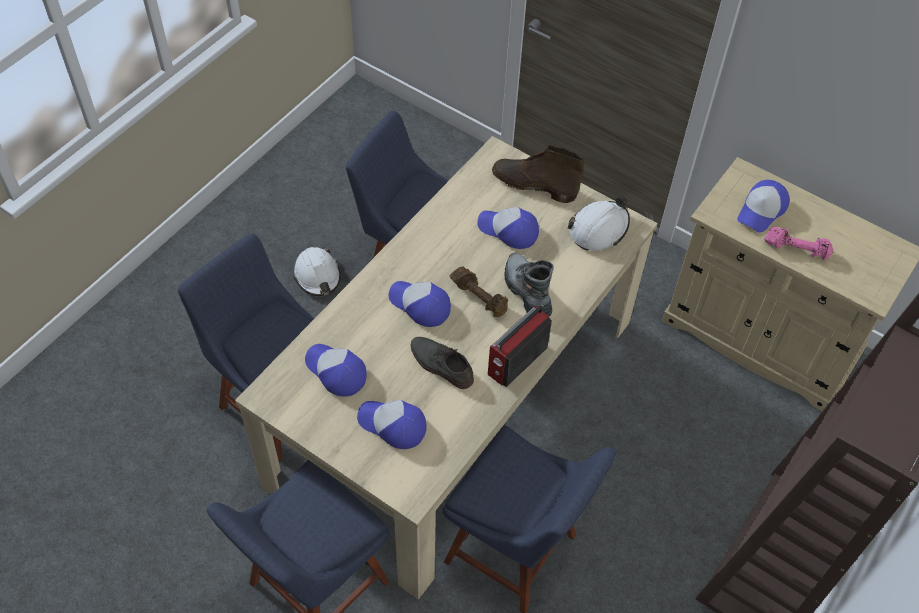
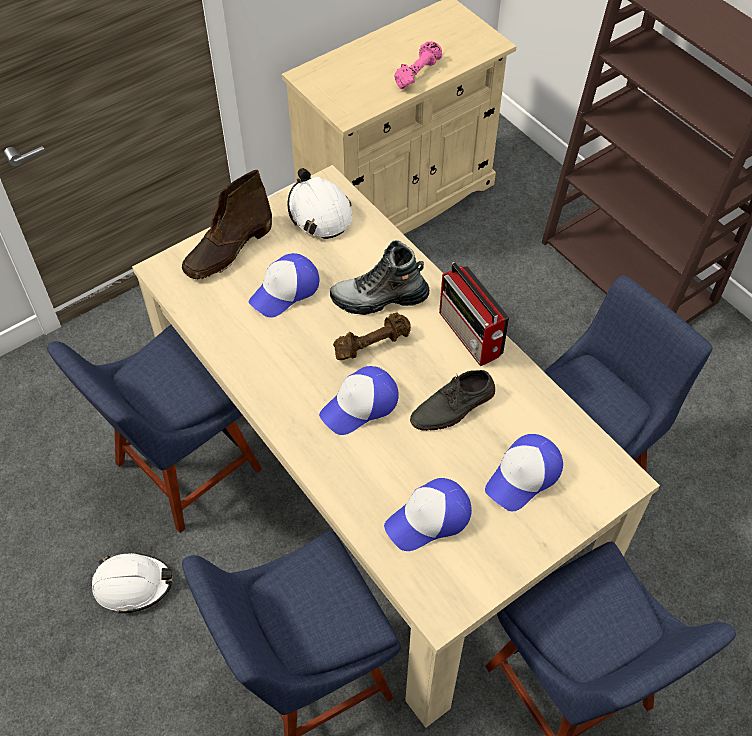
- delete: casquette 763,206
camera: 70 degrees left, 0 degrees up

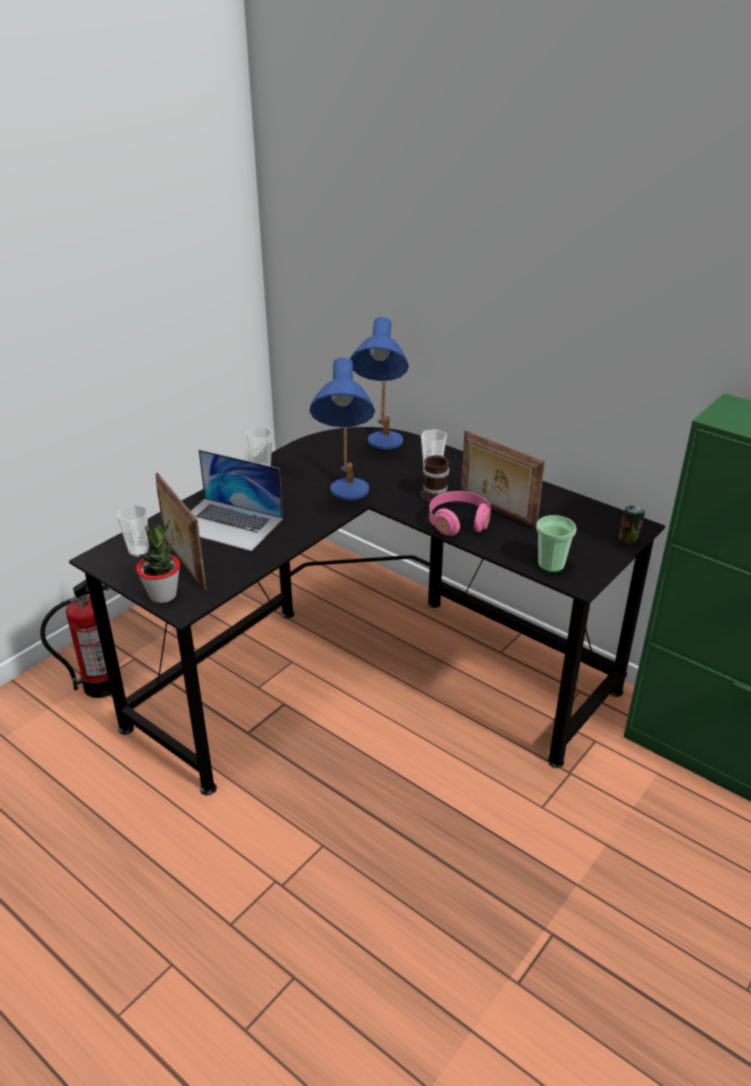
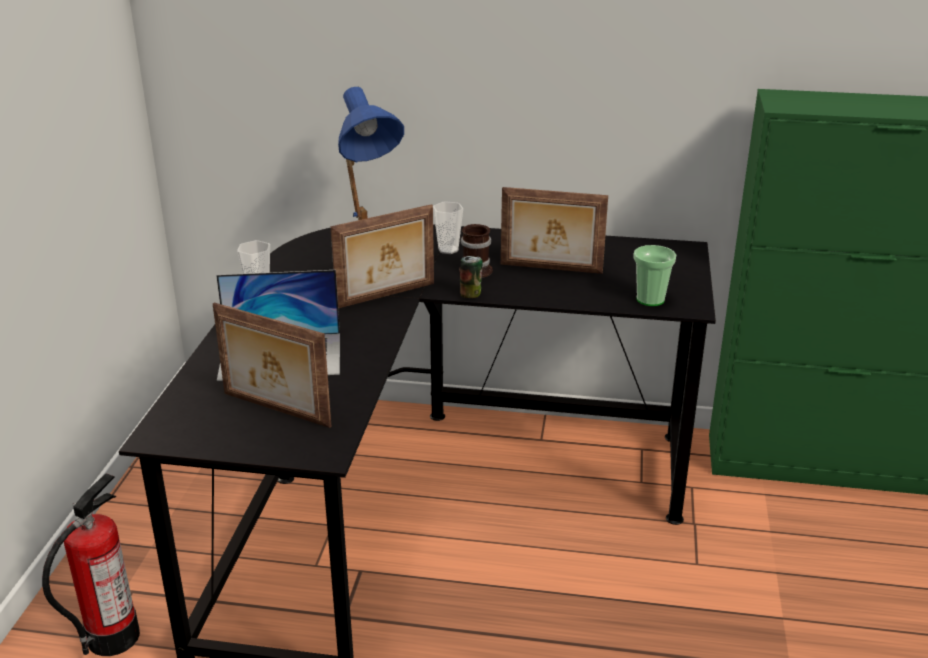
- delete: tasse 133,530
- delete: plante en pot 158,561
- delete: casque audio (rose) 460,513
- move: boîte métallique 632,524 to 471,277
- replace: lampe de table (bleu) 342,429 to cadre photo 382,256
camera: 30 degrees left, 5 degrees down

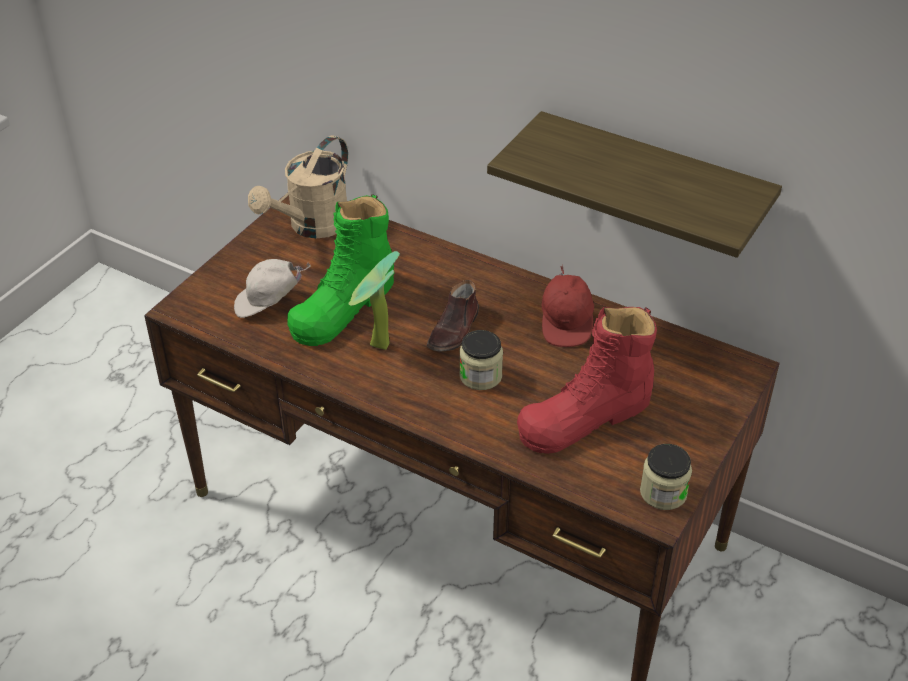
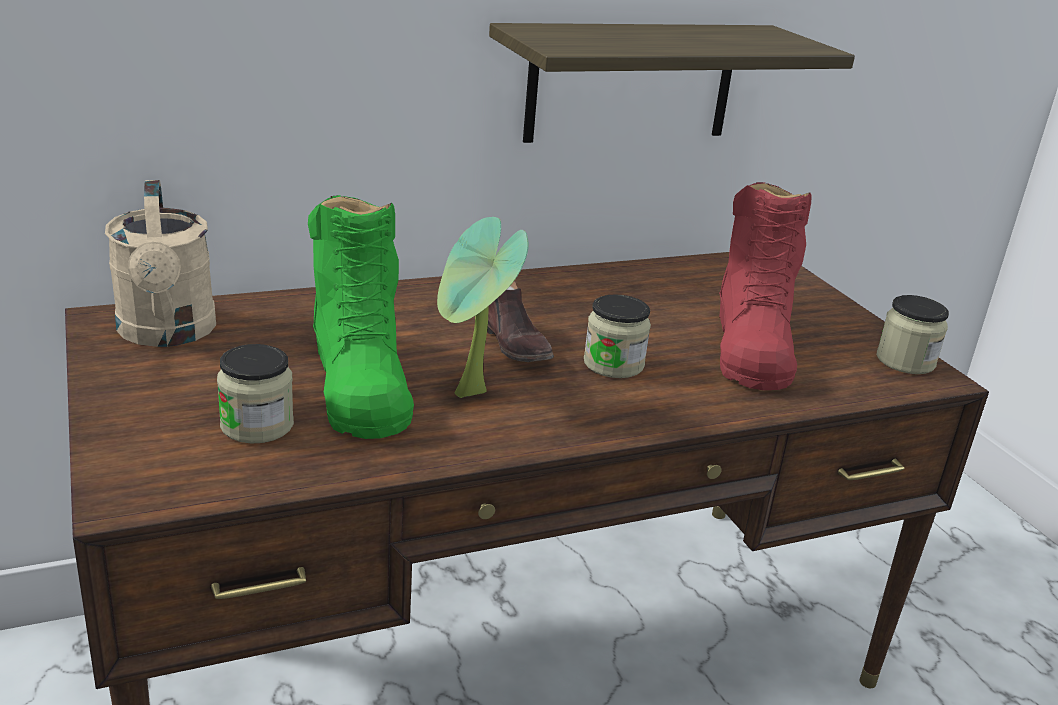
- delete: casquette (rouge) 568,306
- replace: casquette (blanc) 272,288 to bocal 255,393
camera: 55 degrees left, 15 degrees down

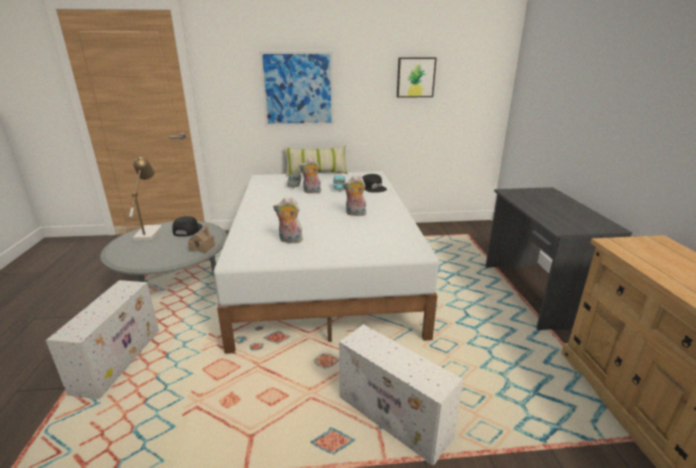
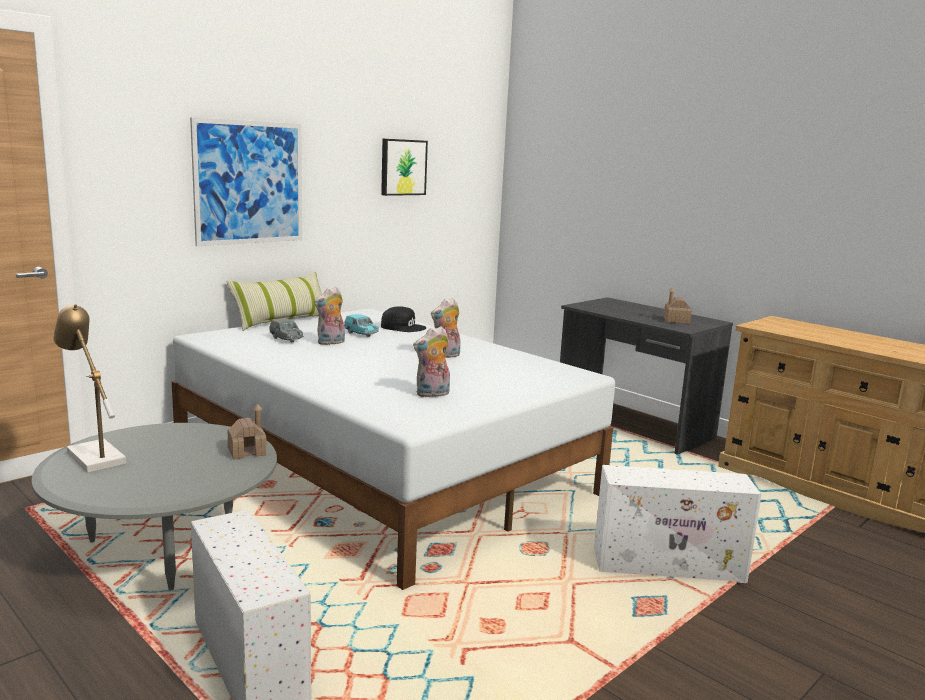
- delete: casquette (noir) 187,226
- insert: maison miniature 677,305
camera: 40 degrees left, 10 degrees down

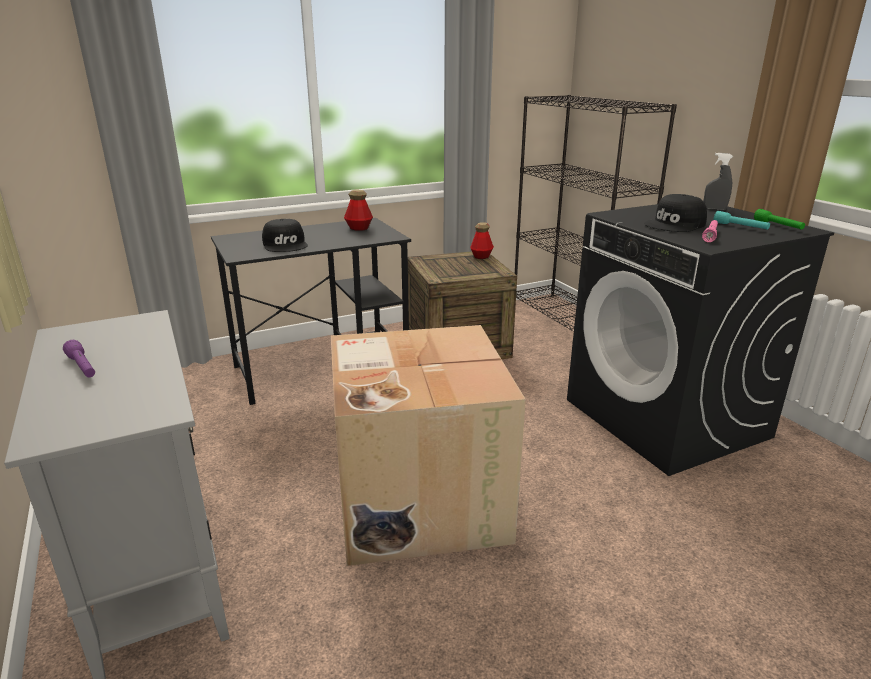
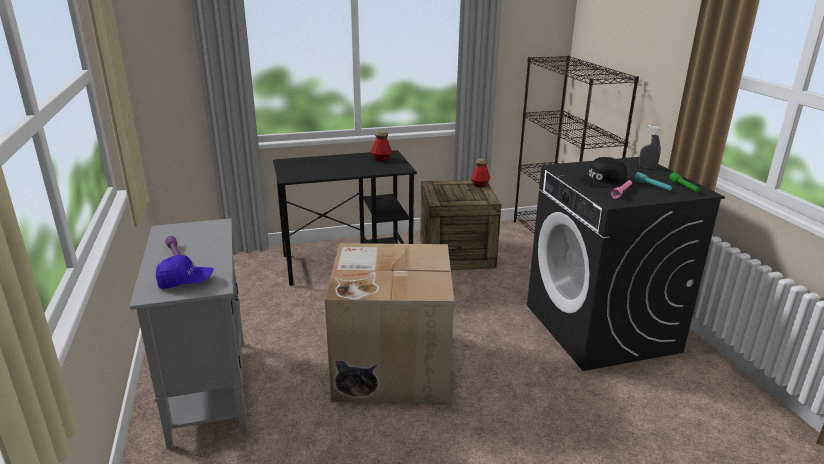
- delete: casquette (noir) 285,235
- insert: casquette (bleu) 185,272
camera: 10 degrees right, 0 degrees up

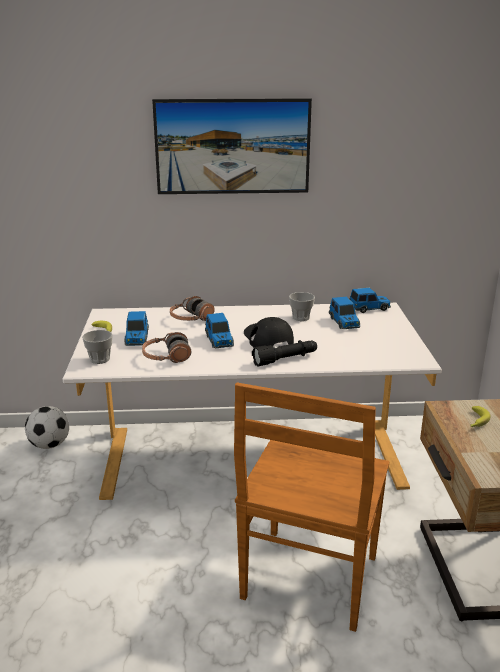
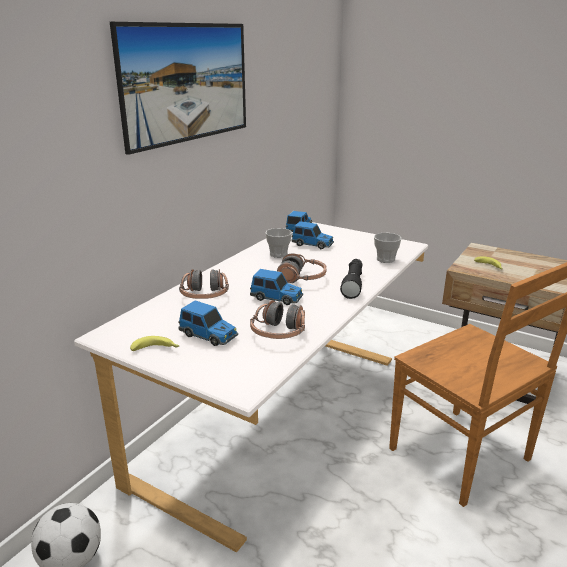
- move: tasse 97,347 to 388,248
- replace: casquette (noir) 269,332 to casque audio 302,268
camera: 55 degrees left, 0 degrees up

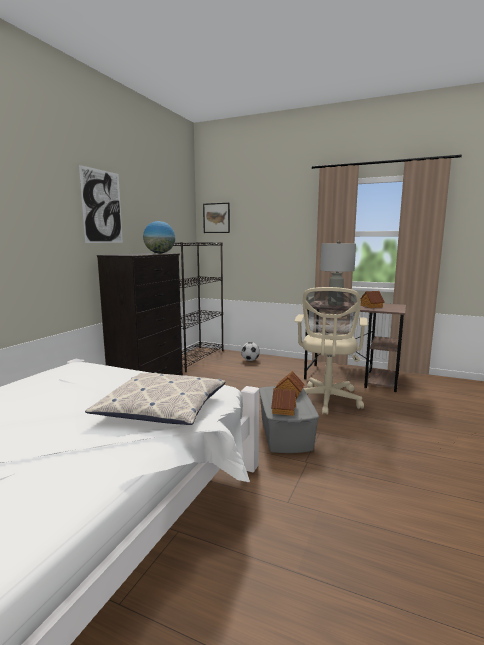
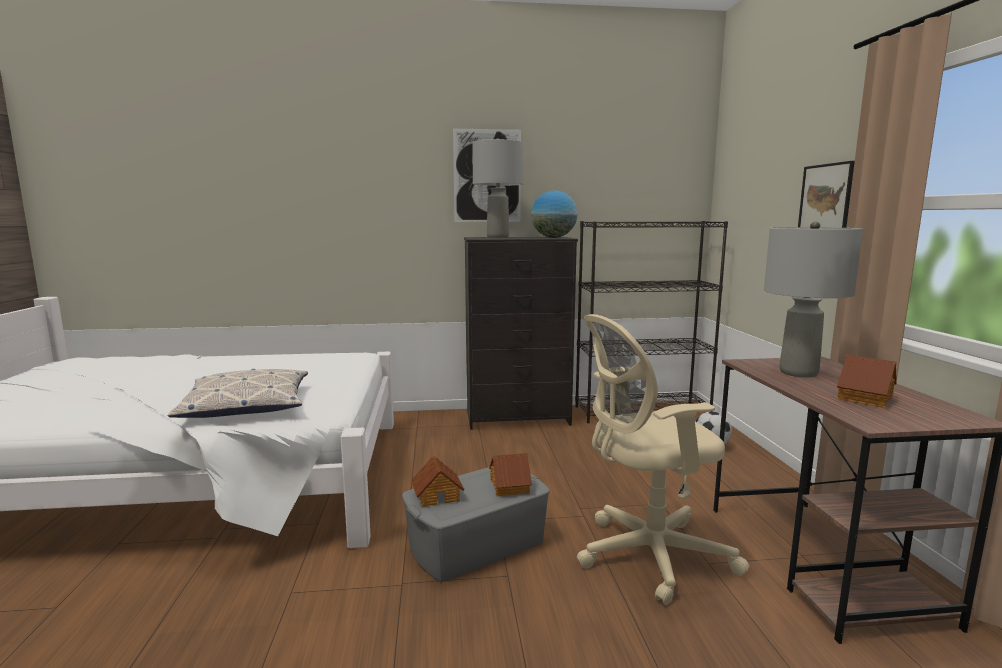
- insert: lampe de table (gris) 497,188
- move: tableau 216,218 to 826,194
camera: 60 degrees right, 0 degrees up

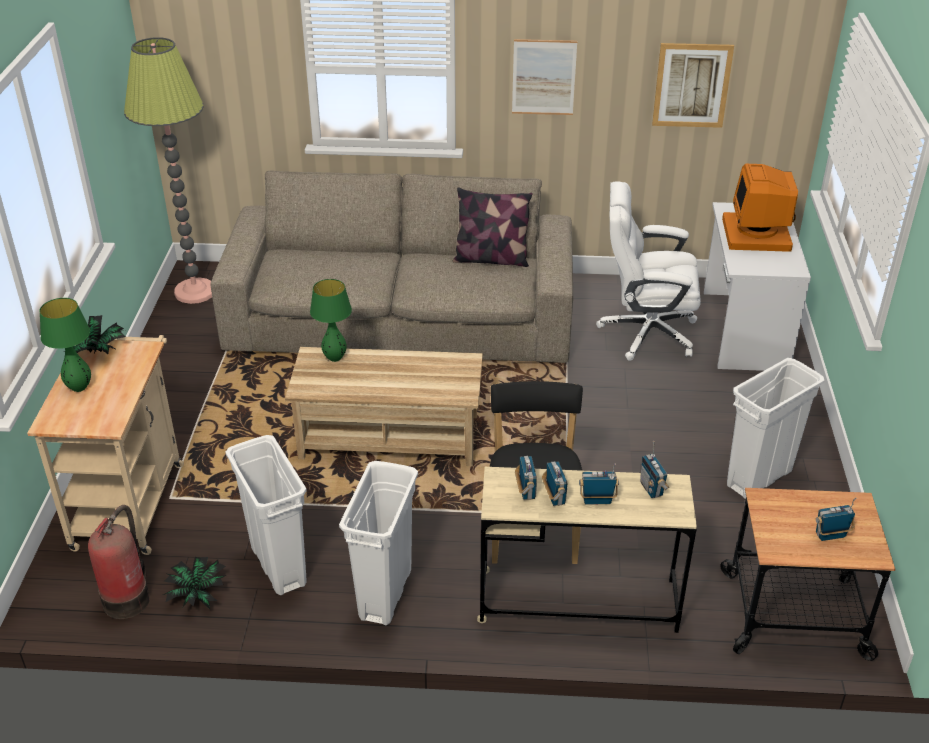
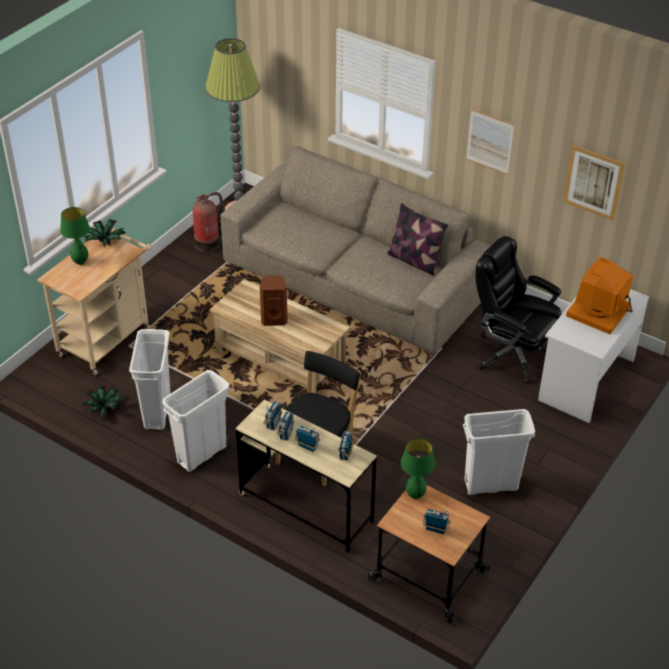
- insert: enceinte (marron) 274,300
- move: extincteur 119,562 to 208,222
- move: lampe de table (vert) 331,320 to 418,468
- recolor: chaise de bureau (blanc) 648,271 to chaise de bureau (noir) 518,310
camera: 30 degrees right, 5 degrees up

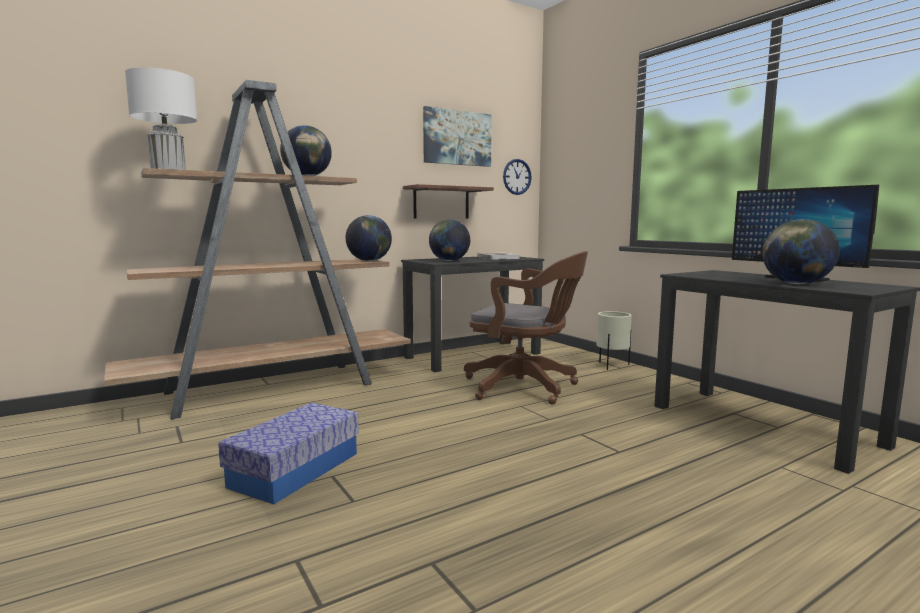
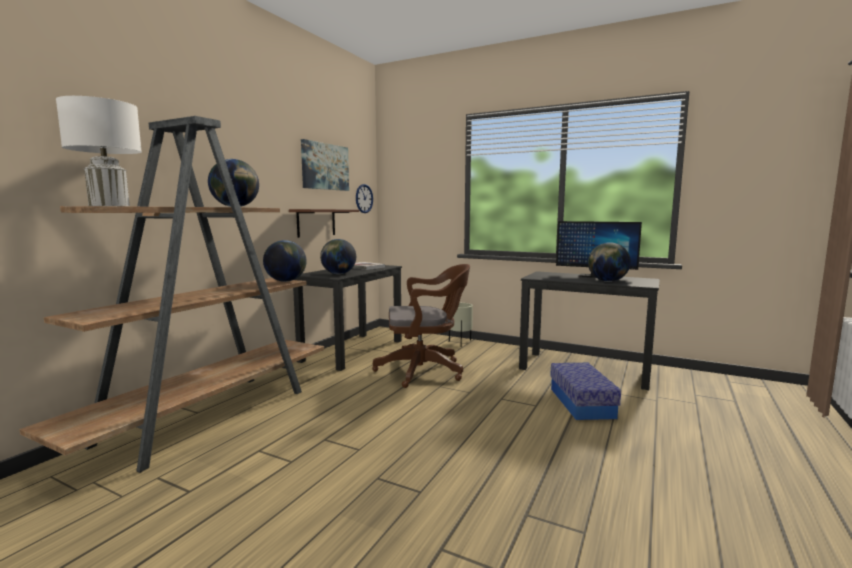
- move: boîte de rangement 288,453 to 585,391
camera: 30 degrees left, 0 degrees up

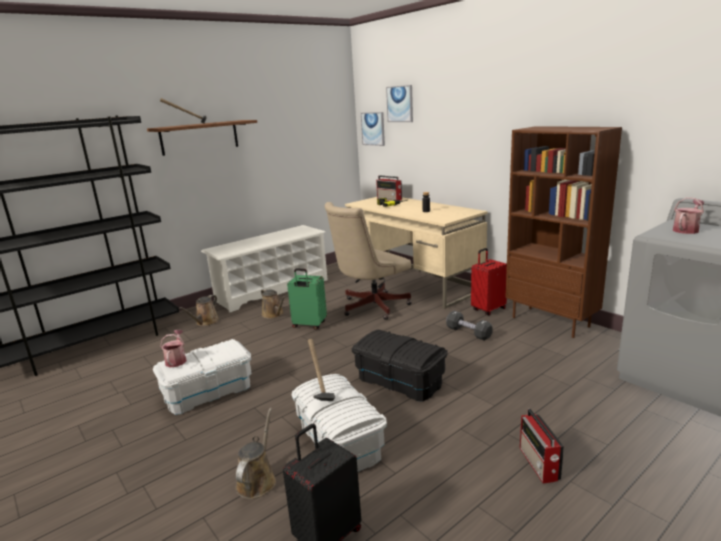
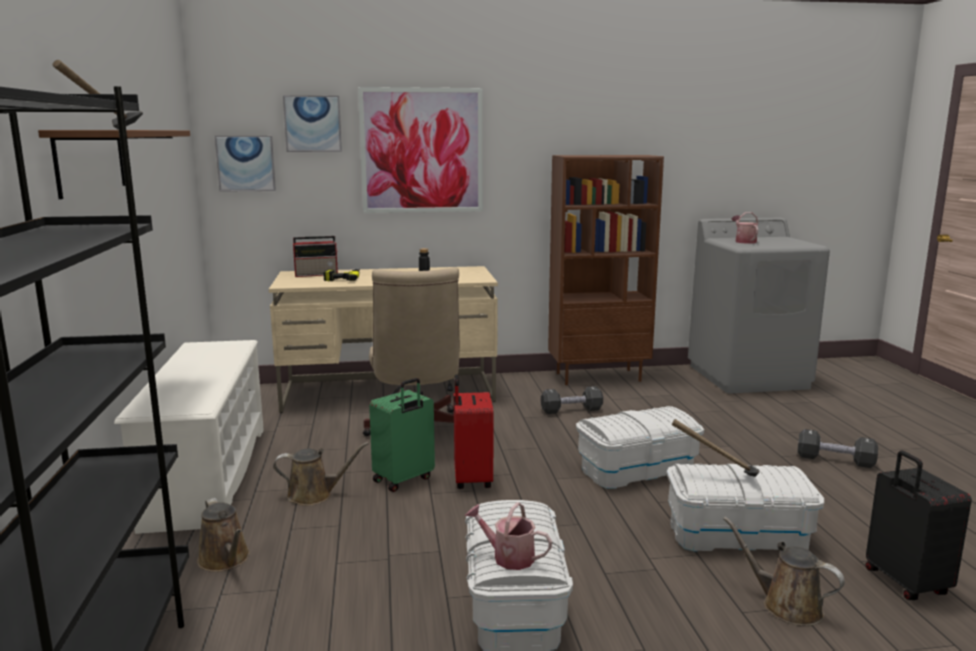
- insert: tableau 420,150
- move: valise (rouge) 489,281 to 473,431
- replace: radio 542,446 to haltère (noir) 837,448
- recolor: boîte de rangement (noir) 400,366 to boîte de rangement (blanc) 640,447
camera: 60 degrees left, 5 degrees down

